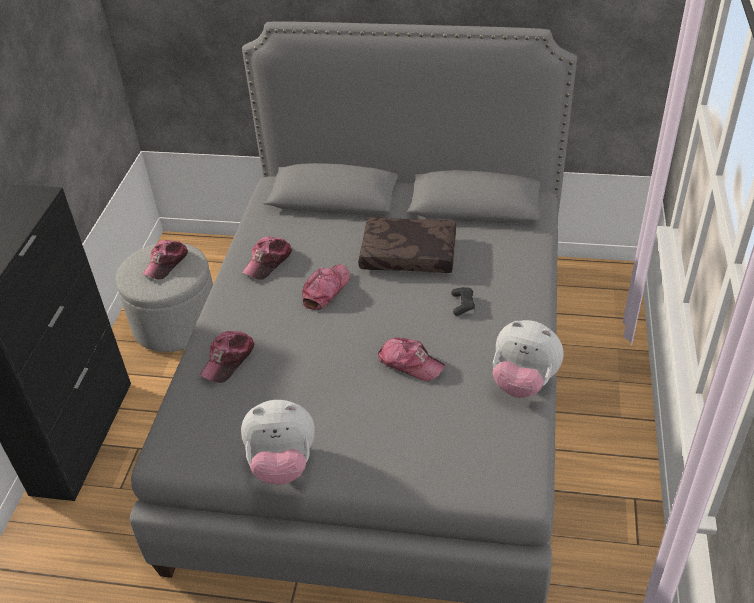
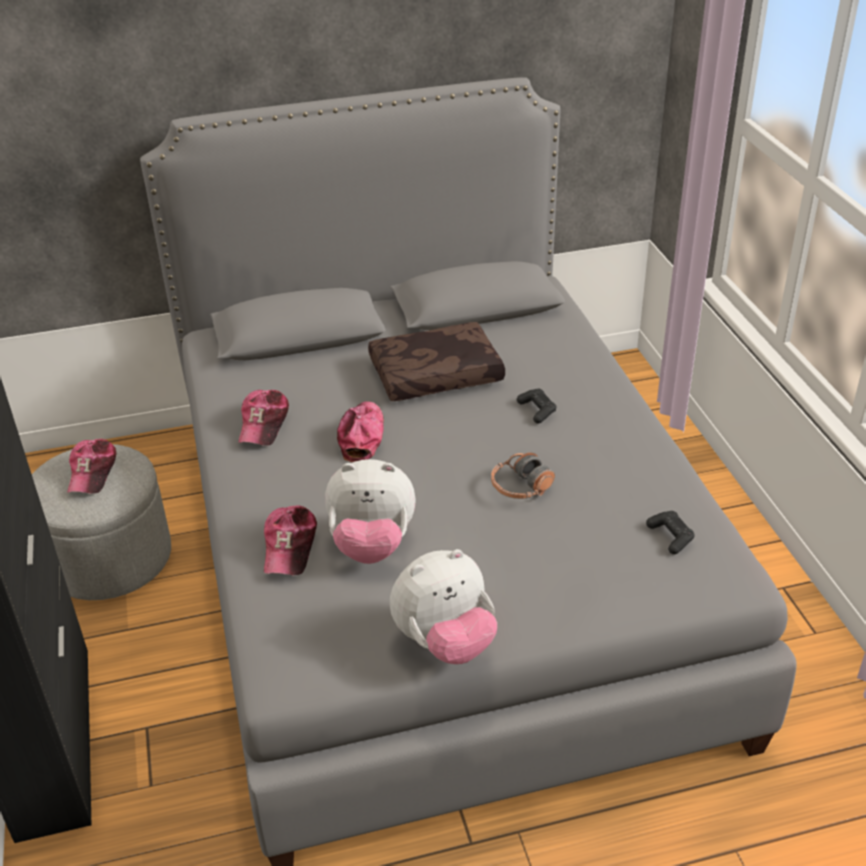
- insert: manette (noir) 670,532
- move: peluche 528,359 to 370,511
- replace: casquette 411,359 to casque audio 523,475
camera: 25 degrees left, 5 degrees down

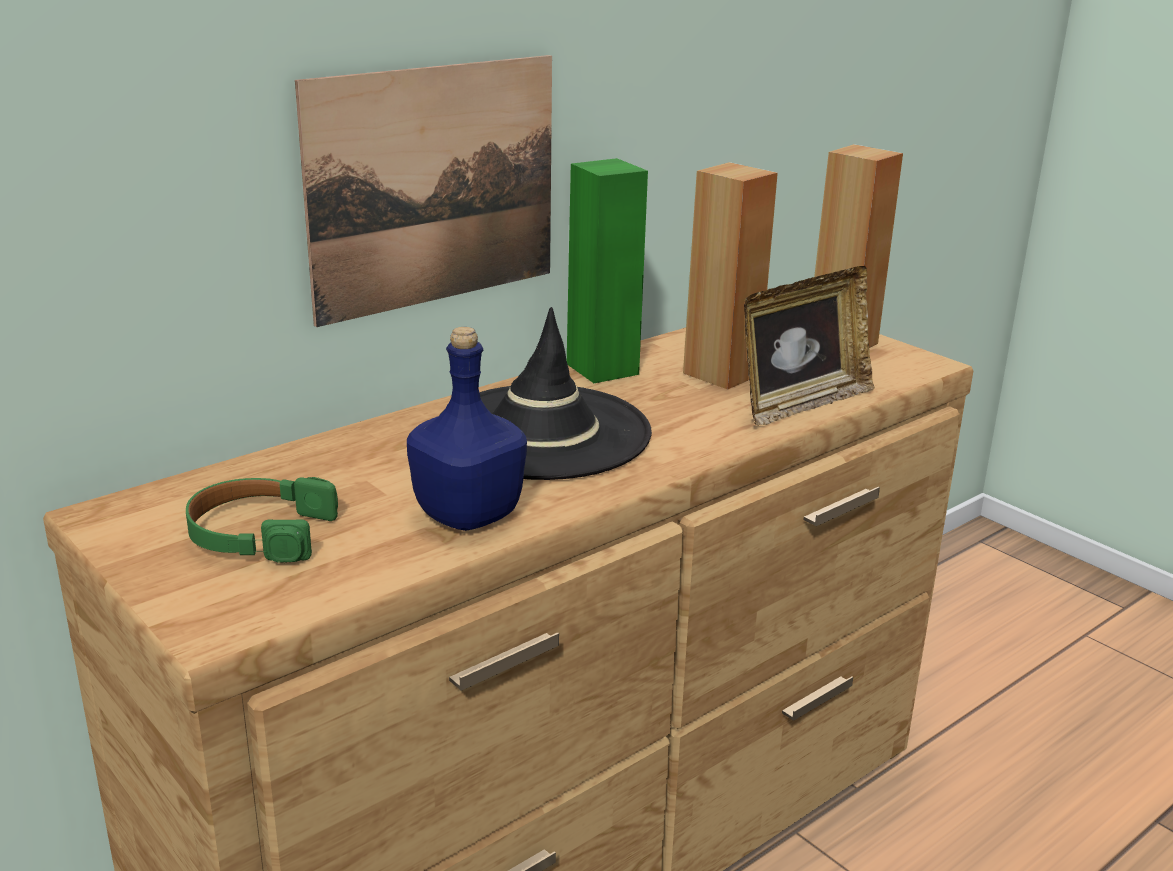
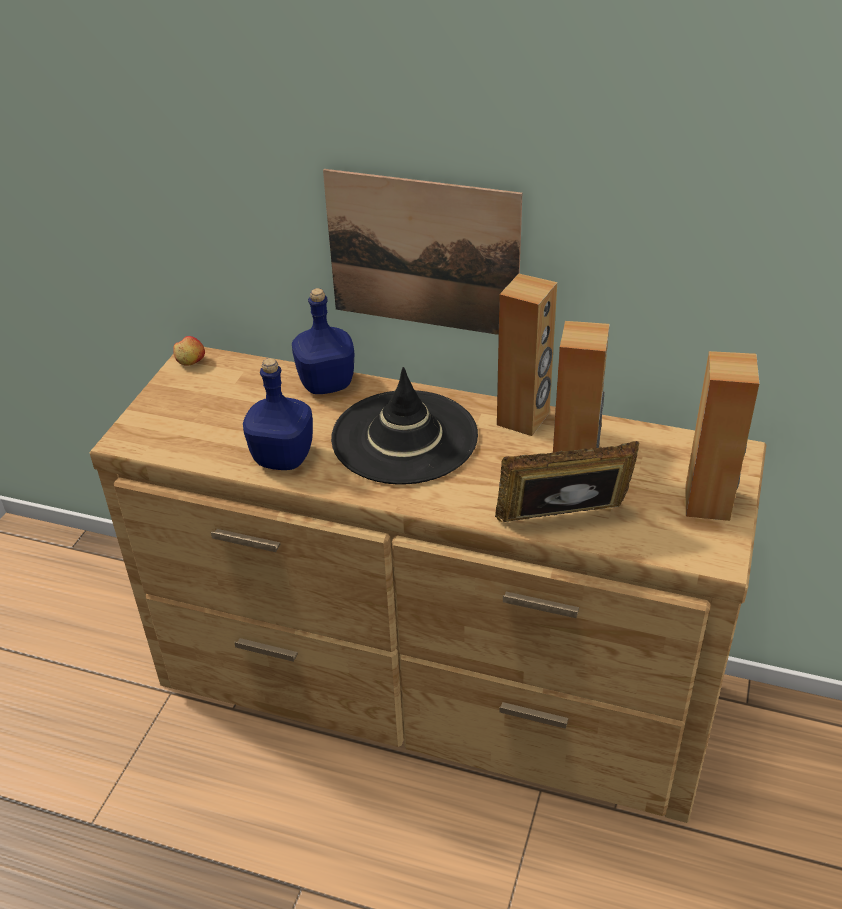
- delete: casque audio (vert) 262,520
- insert: pomme 189,351
- insert: bouteille (bleu) 323,341
- recolor: enceinte (vert) 607,270 to enceinte (marron) 527,354
- rotate: cadre photo 809,346 = 567,481 150 degrees clockwise
camera: 60 degrees right, 15 degrees up

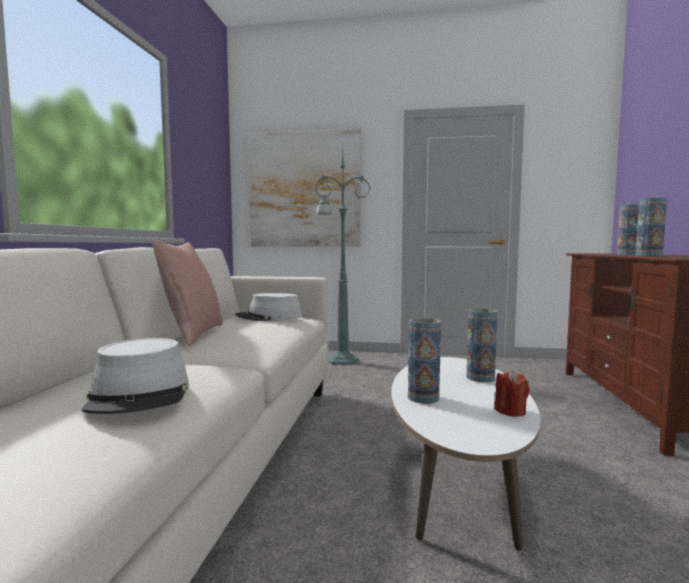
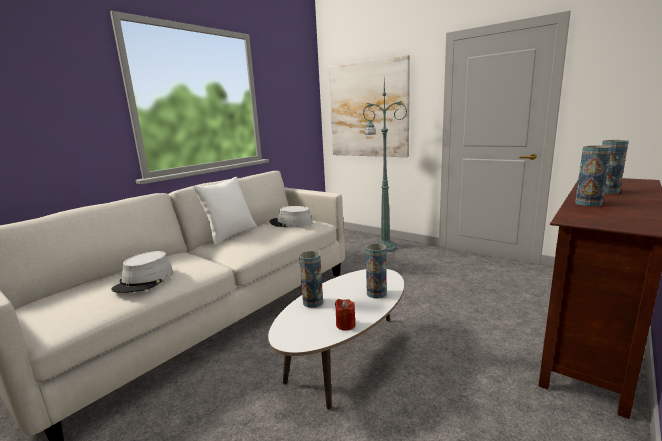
- recolor: coussin (rose) 187,293 to coussin (blanc) 225,211
camera: 30 degrees right, 10 degrees up

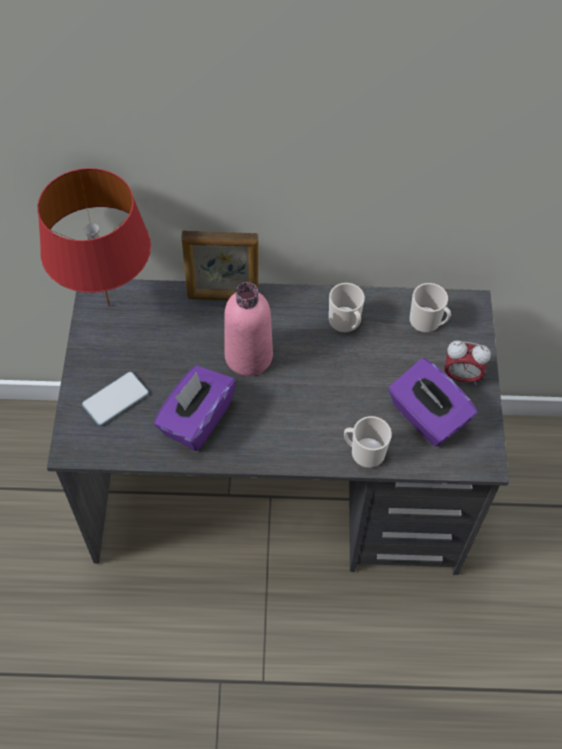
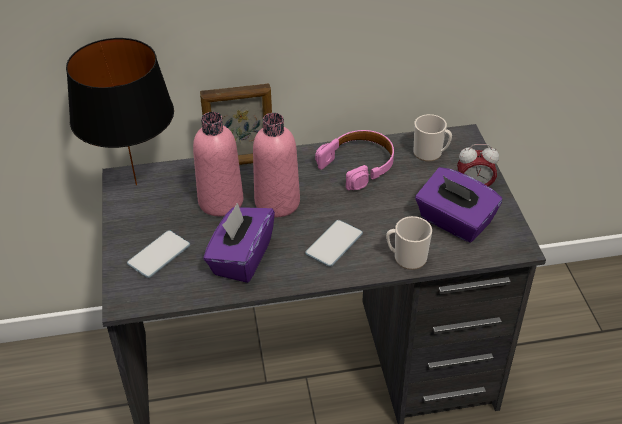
- insert: bouteille (rose) 218,164
- insert: téléphone 334,243
- replace: mug 347,308 to casque audio (rose) 354,160
- recolor: lampe de table (rouge) 94,237 to lampe de table (noir) 120,111
camera: 10 degrees left, 15 degrees down

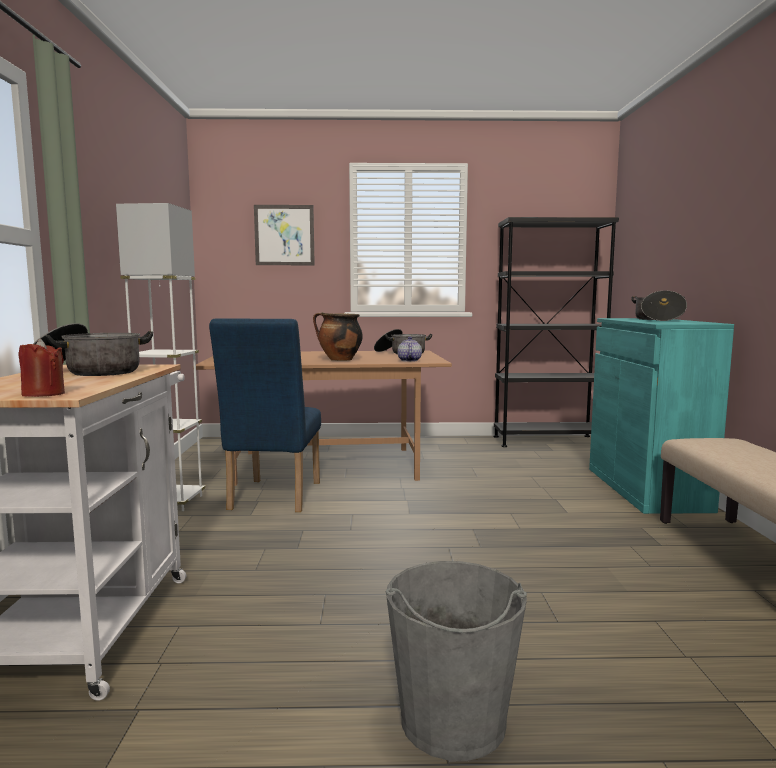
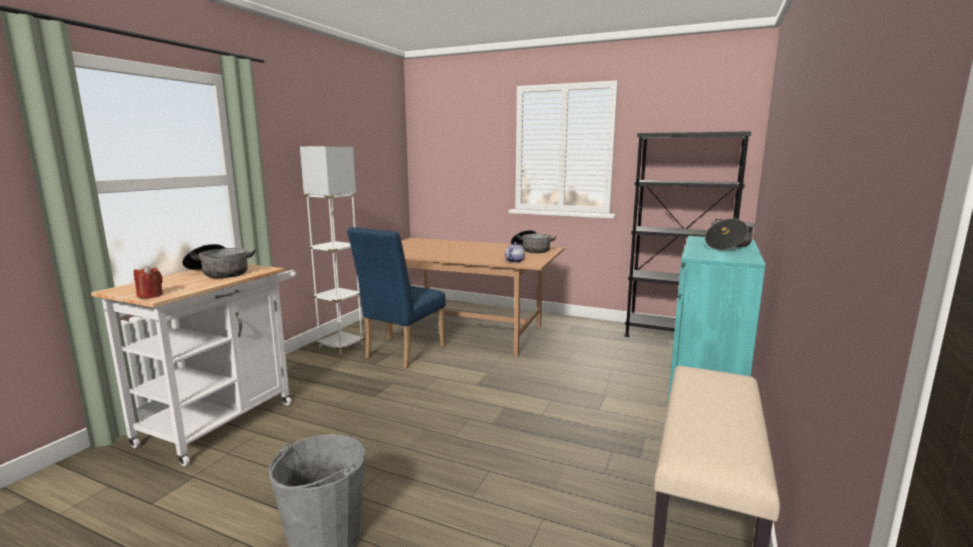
- delete: tableau 284,235
- delete: marmite 338,336
camera: 25 degrees right, 5 degrees up

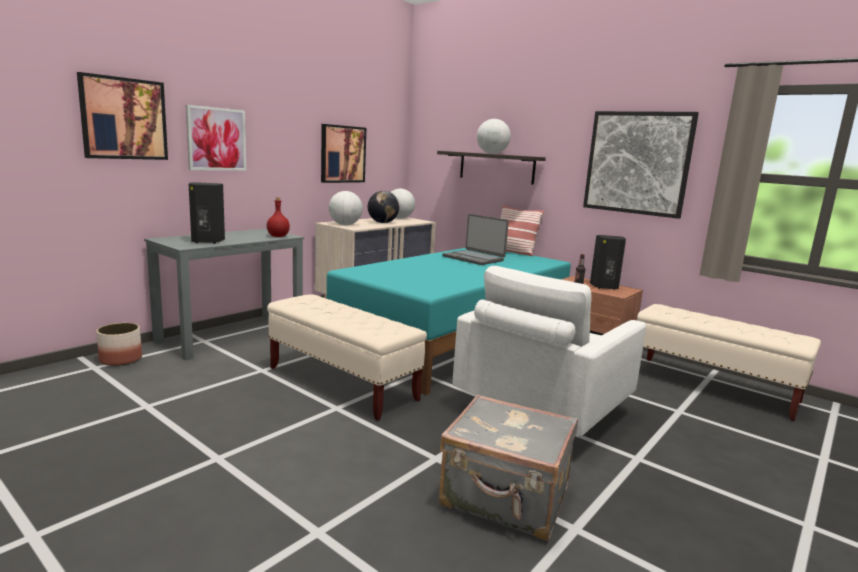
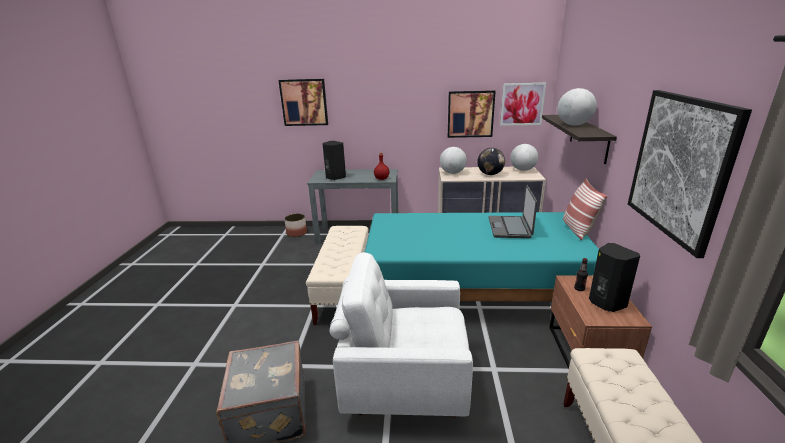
- move: tableau 216,138 to 523,104
camera: 55 degrees right, 10 degrees up

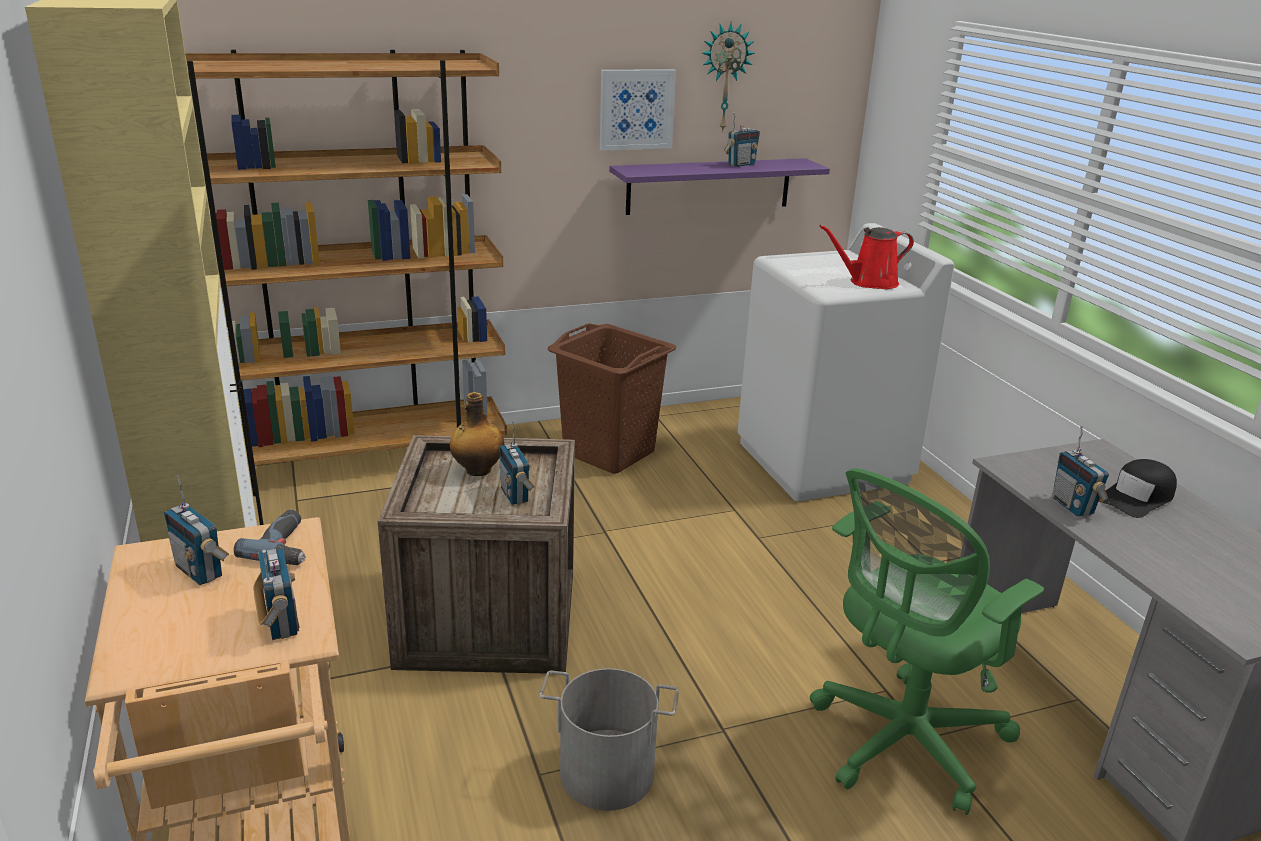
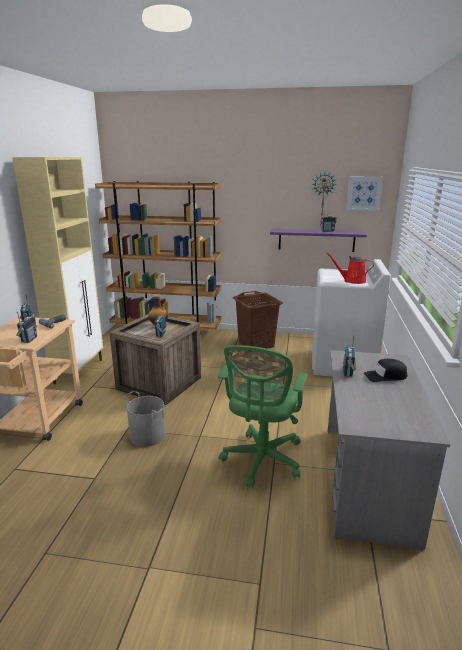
- move: tableau 638,110 to 364,194
- rotate: chaise de bureau (vert) 927,641 = 263,416 60 degrees counterclockwise
camera: 30 degrees right, 5 degrees down

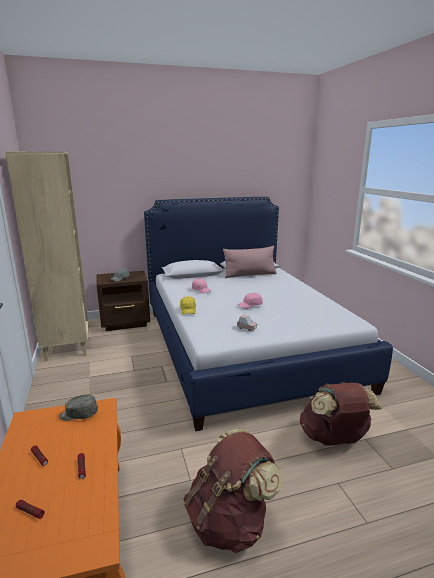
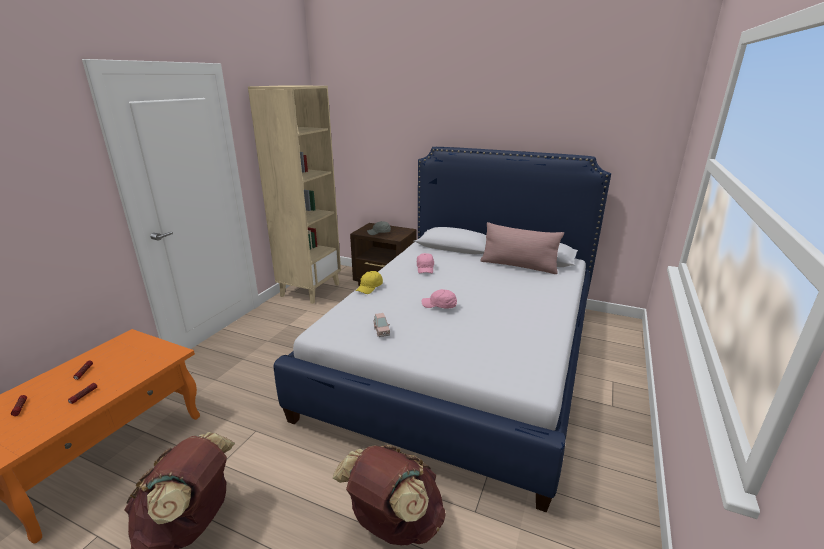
- delete: casquette (gris) 78,407
camera: 40 degrees right, 5 degrees up

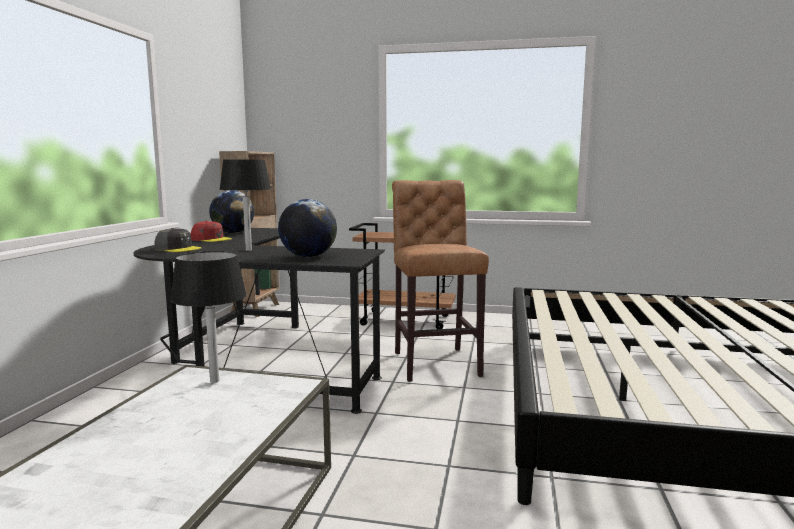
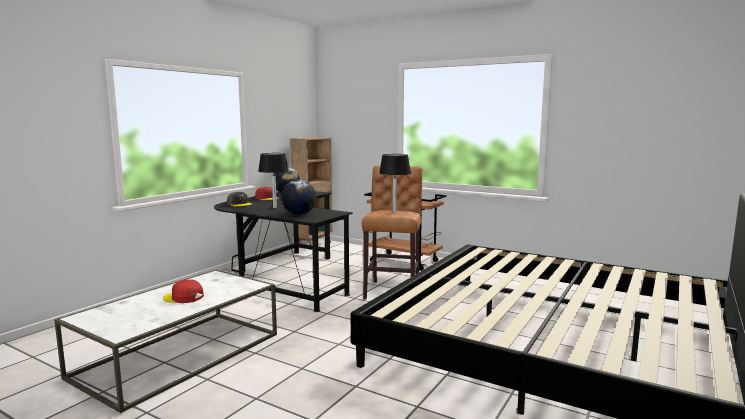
- insert: casquette (rouge) 183,291
- move: lampe de table (noir) 208,317 to 395,183
camera: 20 degrees right, 0 degrees up

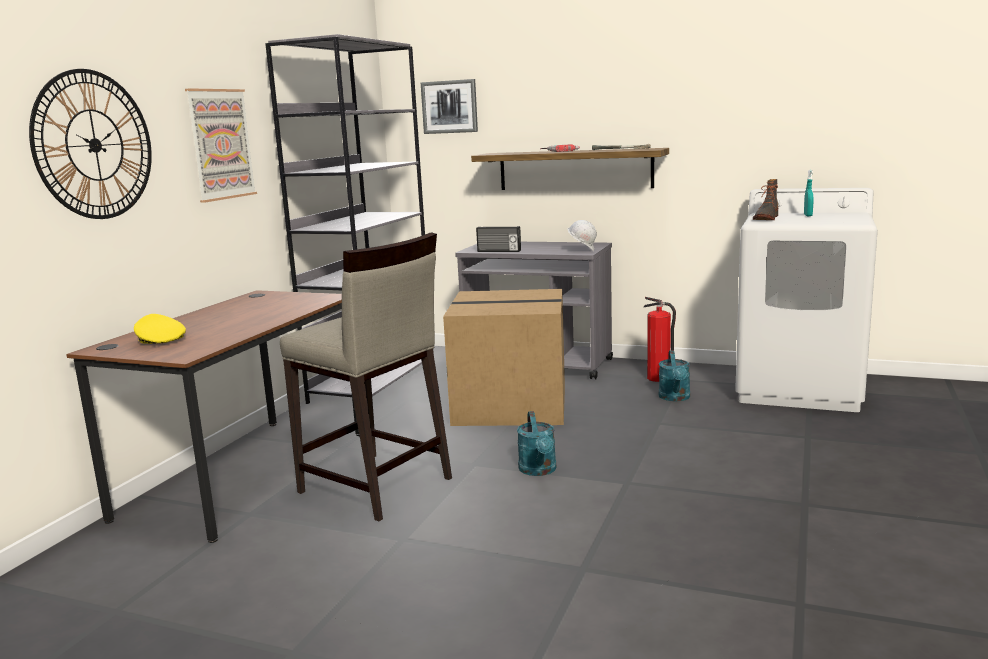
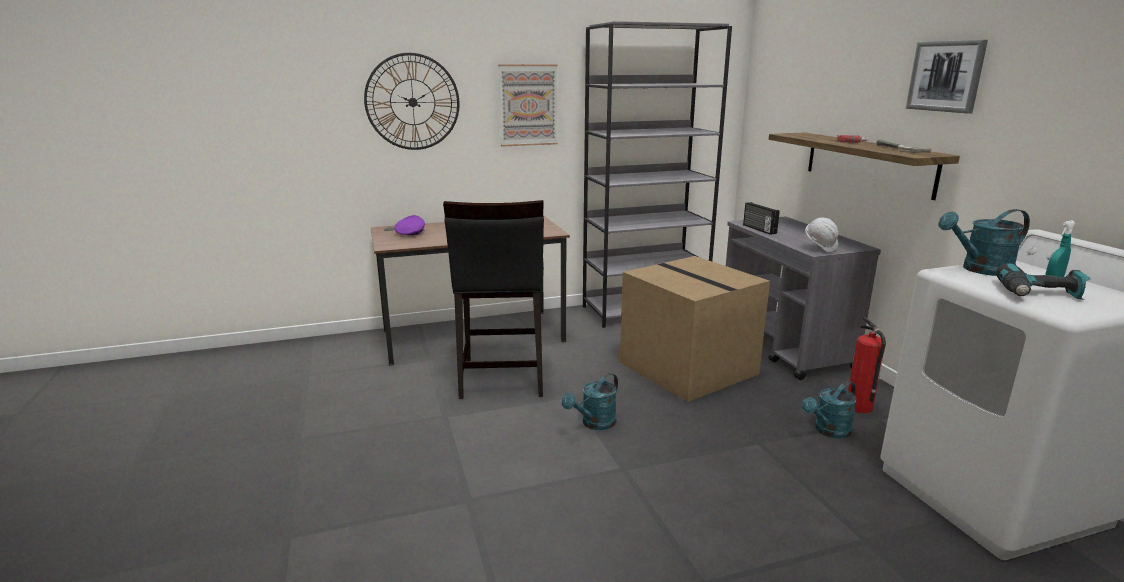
- insert: perceuse 1043,281
- move: tableau 449,106 to 947,77
- replace: botte 765,199 to arrosoir (turquoise) 984,242
- recolor: casquette (jaune) 160,329 to casquette (violet) 409,225
- recolor: tabouret (beige) 366,376 to tabouret (noir) 493,299
camera: 50 degrees right, 5 degrees up

